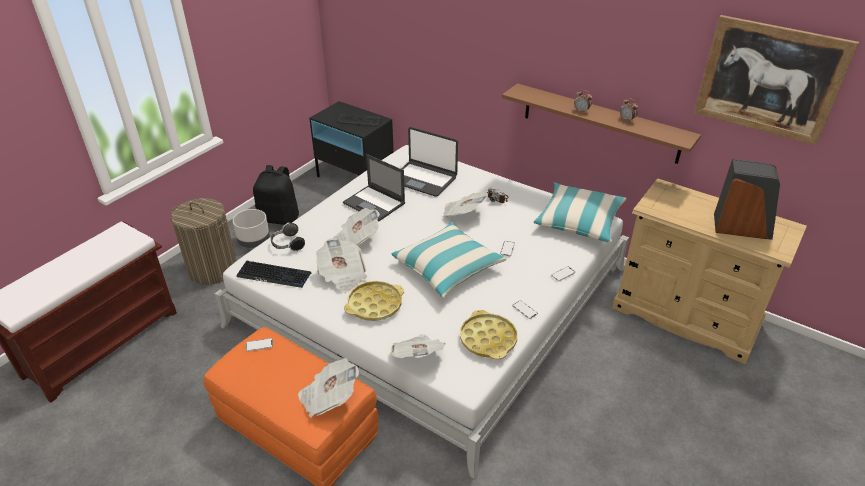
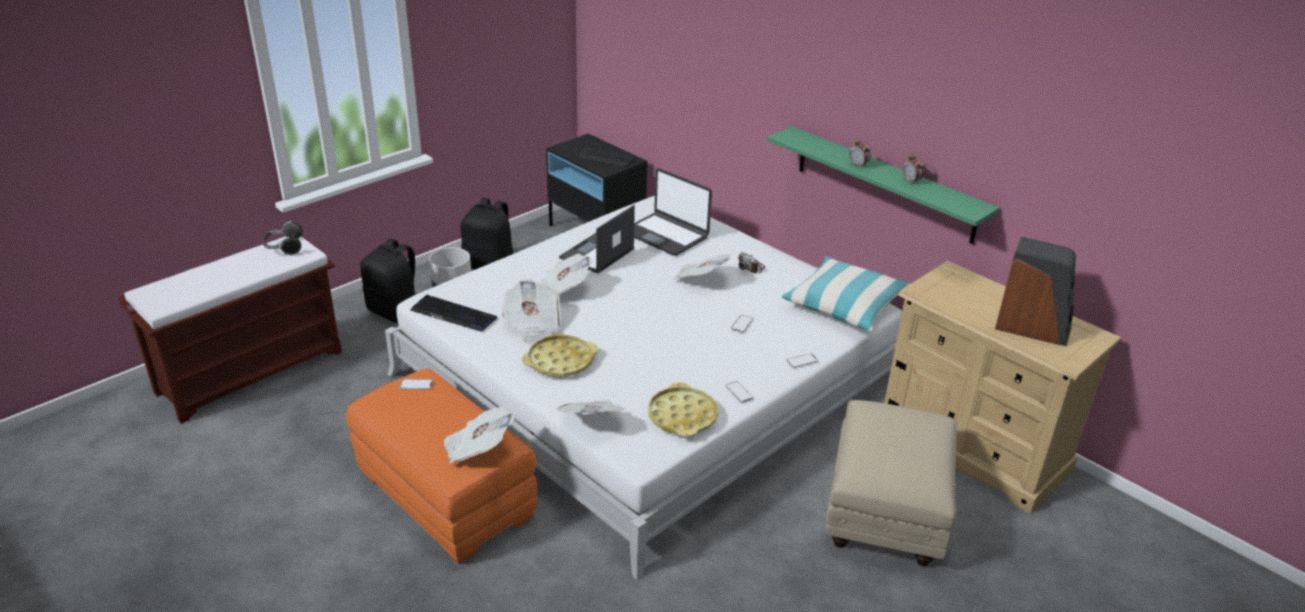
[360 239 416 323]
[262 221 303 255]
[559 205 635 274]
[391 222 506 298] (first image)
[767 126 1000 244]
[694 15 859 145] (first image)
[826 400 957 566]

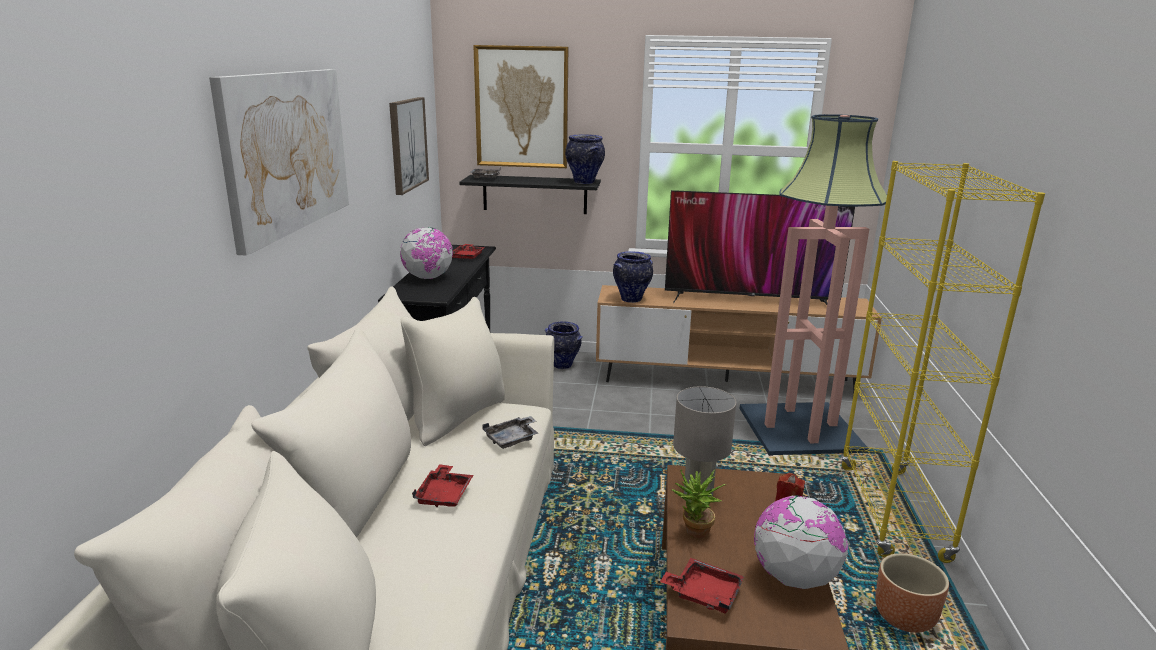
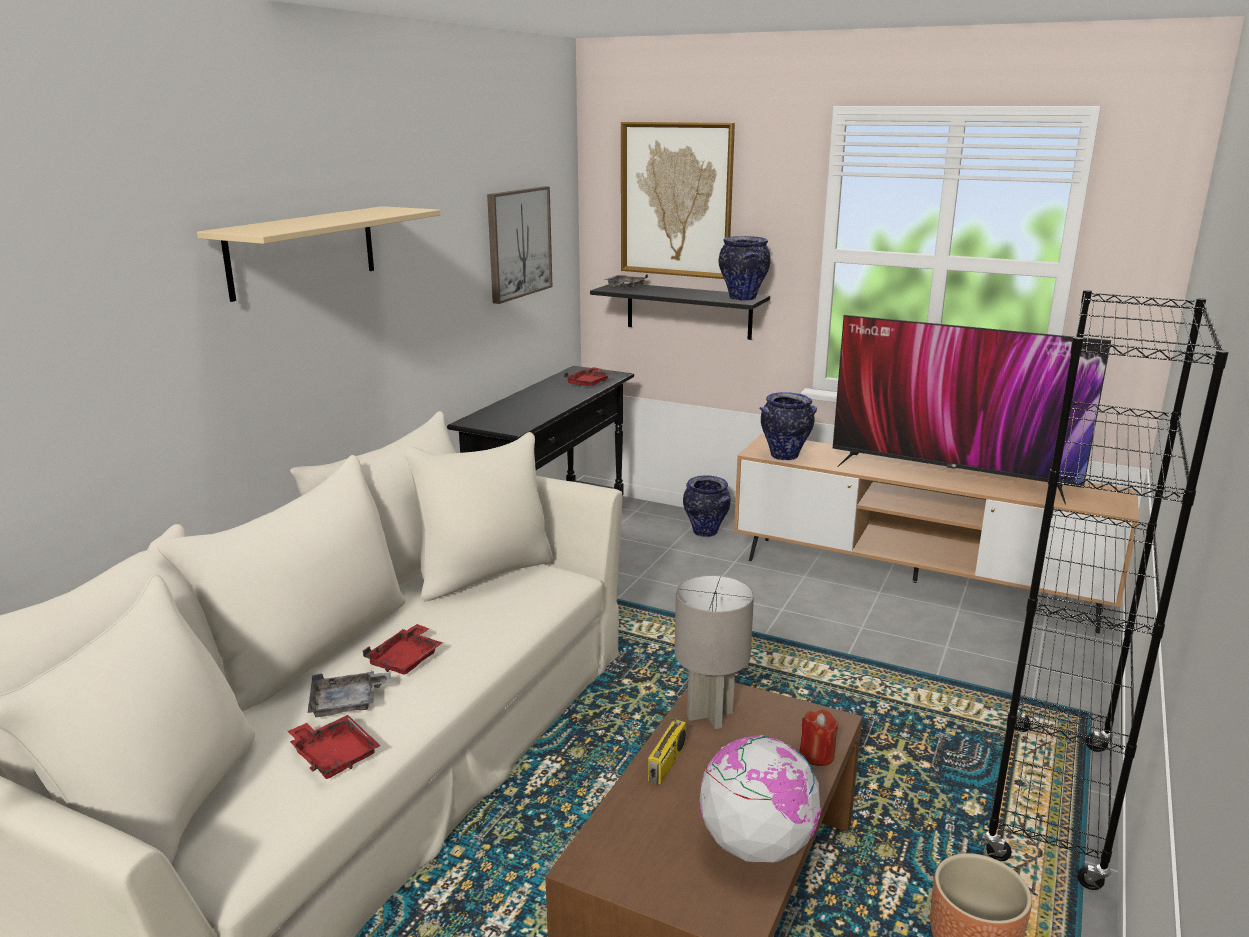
[197 206 440 302]
[400 227 453 279] (first image)
[308 671 391 717]
[288 715 380 779]
[648 715 686 784]
[740 114 887 455] (first image)
[984 290 1229 890]

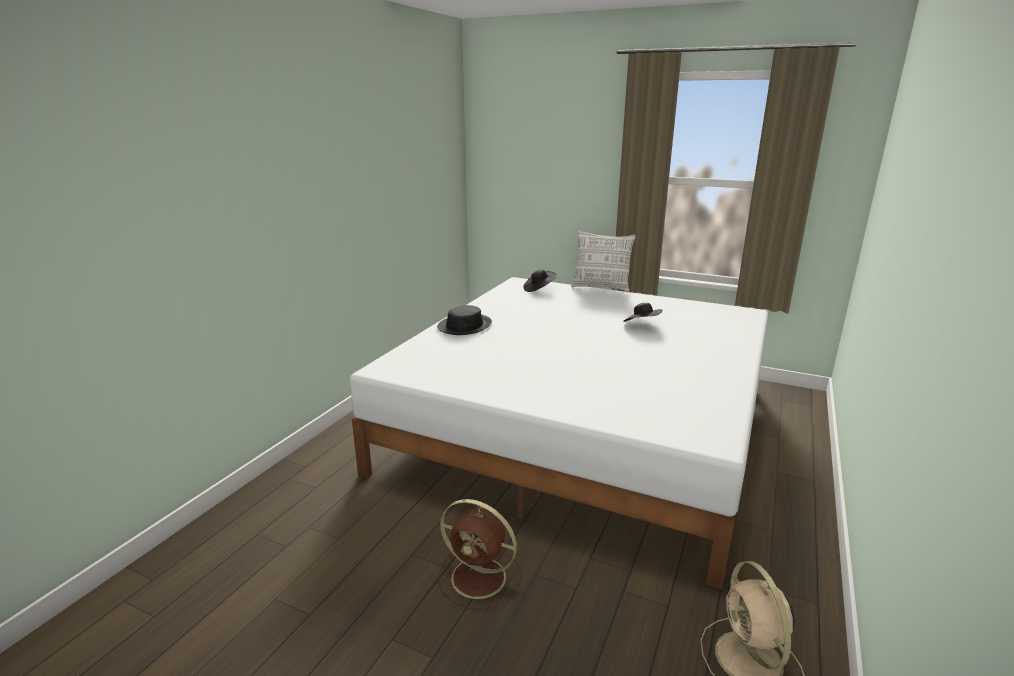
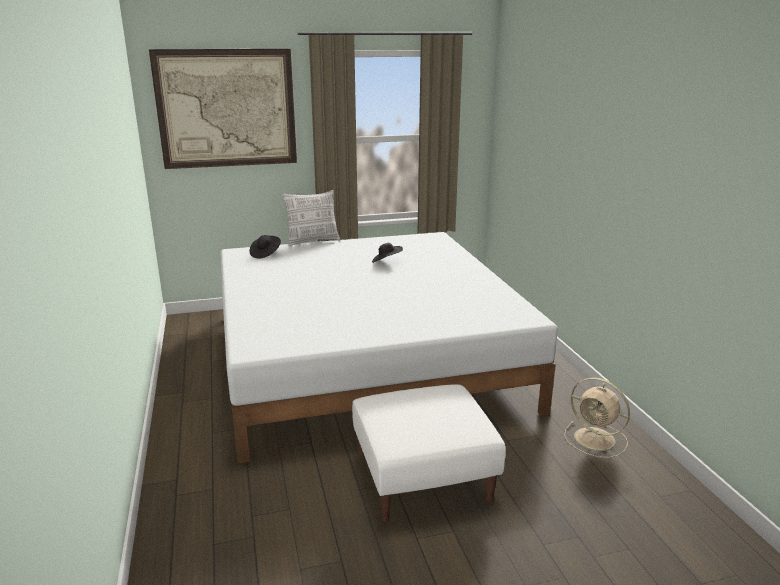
[437 305 492 335] (first image)
[352 384 505 522]
[149 49 297 169]

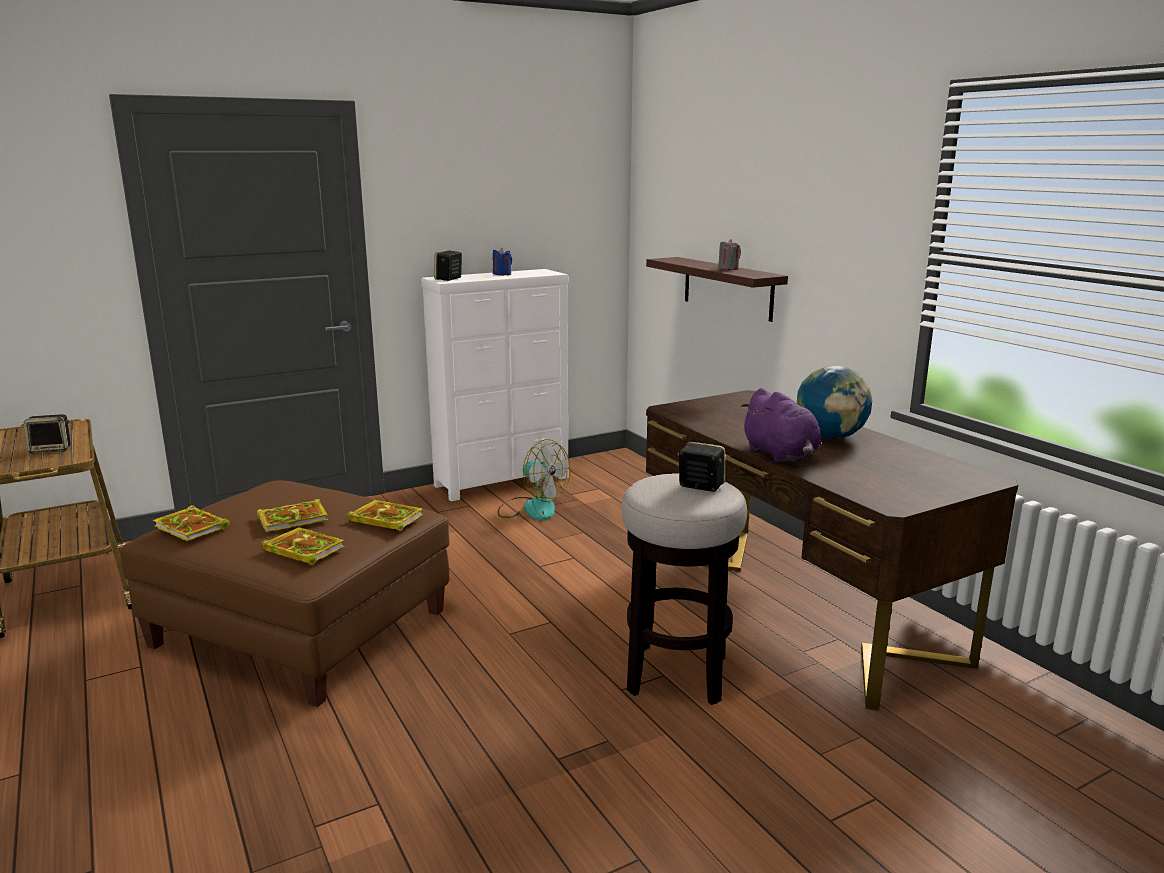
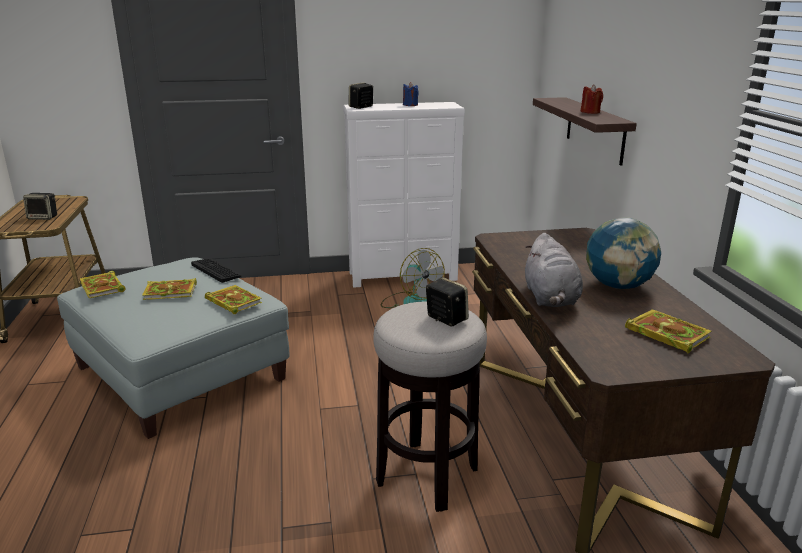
[57 257 290 439]
[625 309 711 353]
[581 84 603 114]
[525 233 583 307]
[191 259 241 283]

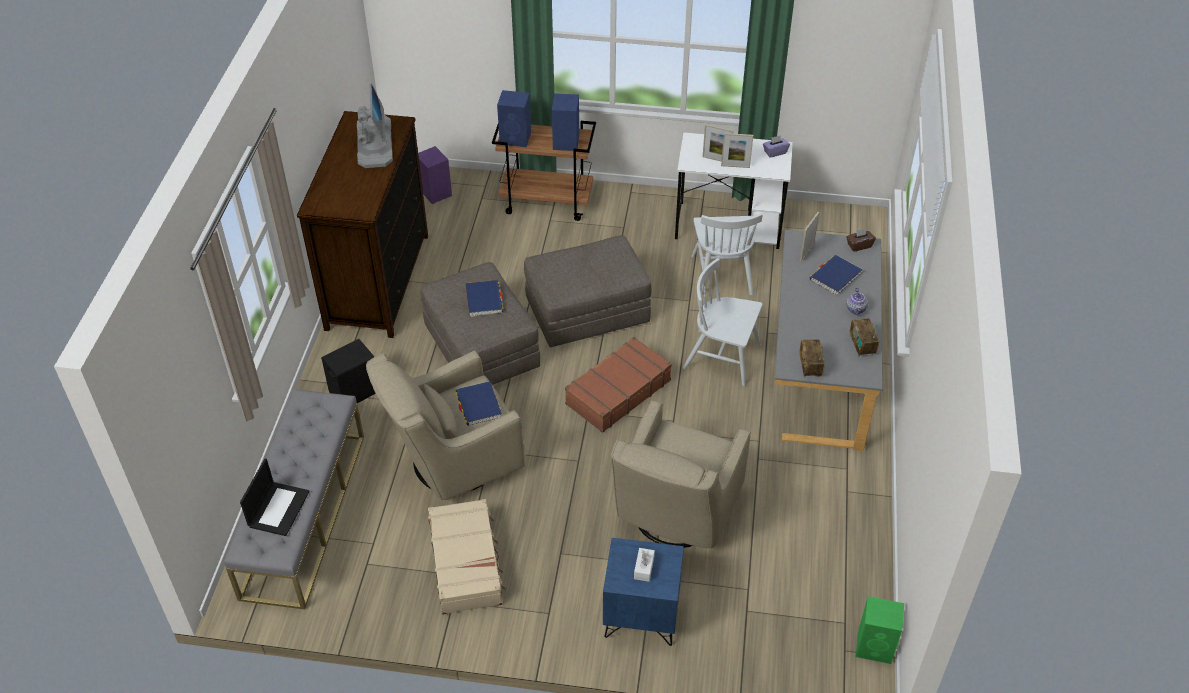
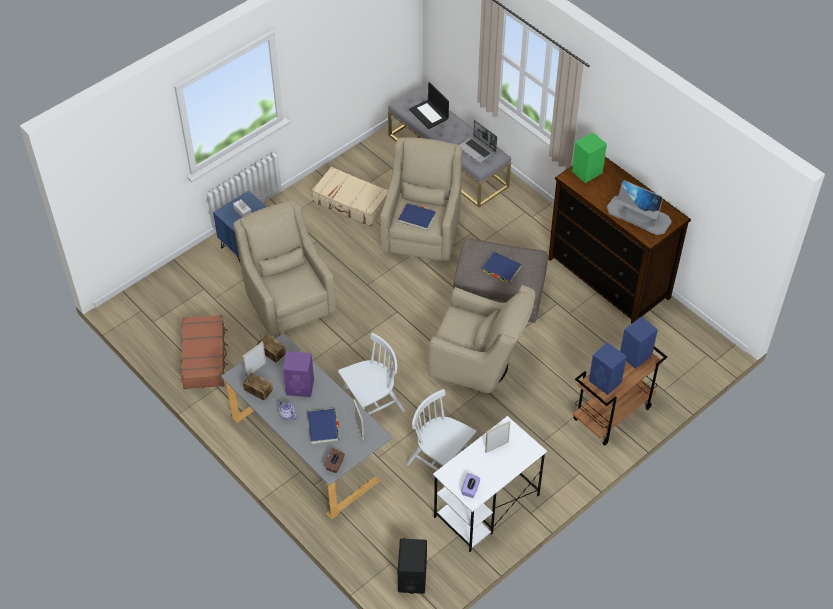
[398 538 427 594]
[283 351 314 397]
[428 285 535 393]
[180 315 228 389]
[243 342 266 377]
[572 132 607 183]
[459 120 497 163]

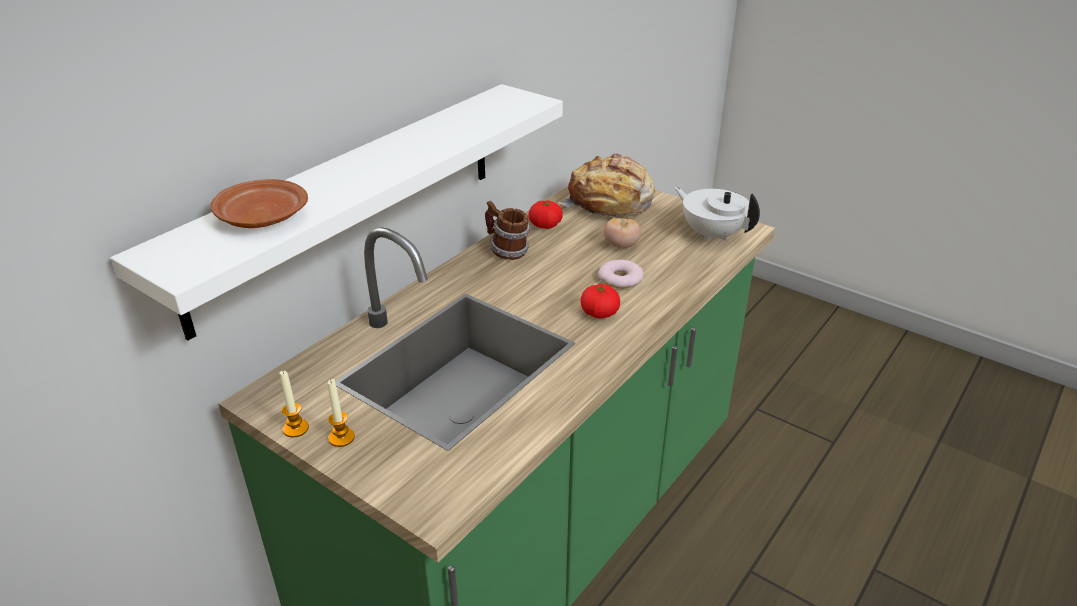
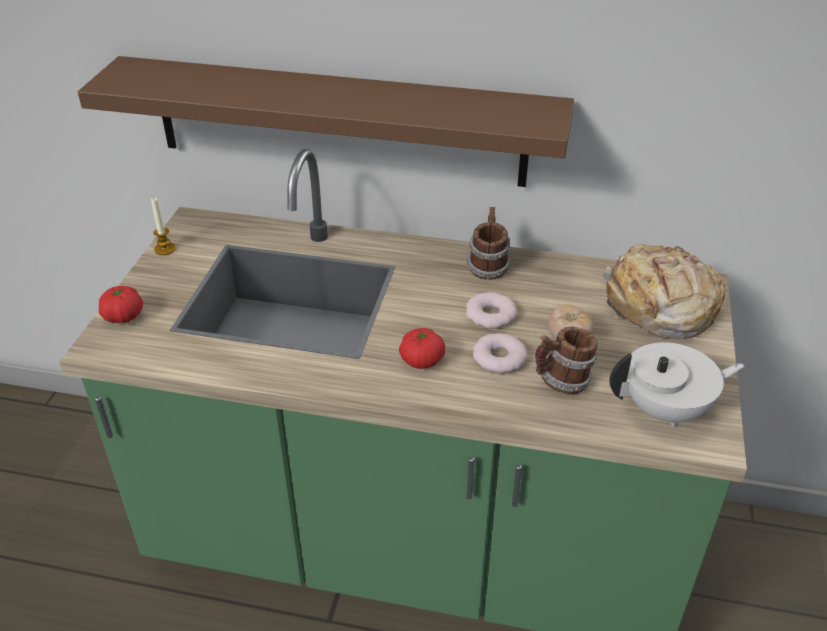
[78 56 574 187]
[210 179 308 228] (first image)
[328 379 355 447] (first image)
[99 286 143 323]
[609 342 745 428]
[466 292 517 329]
[535 327 598 394]

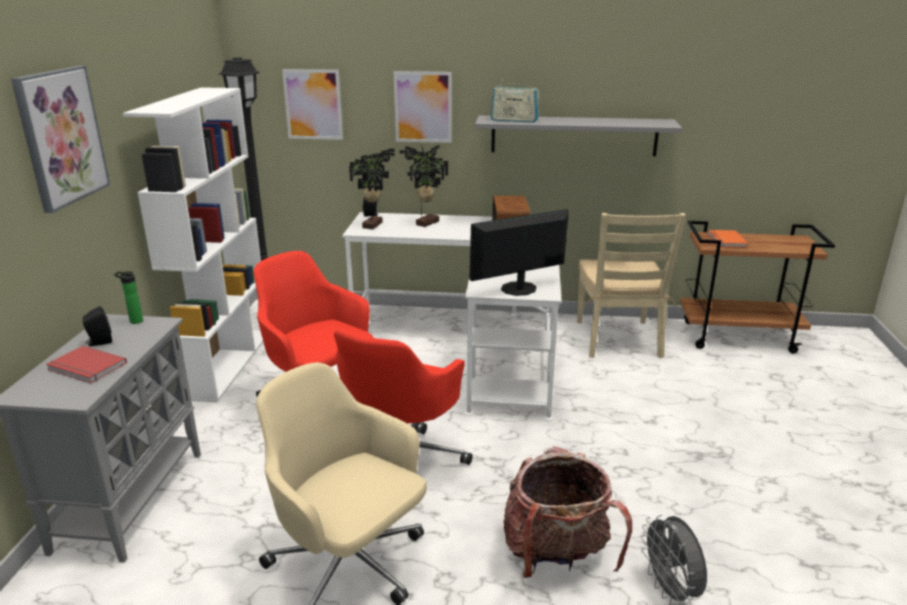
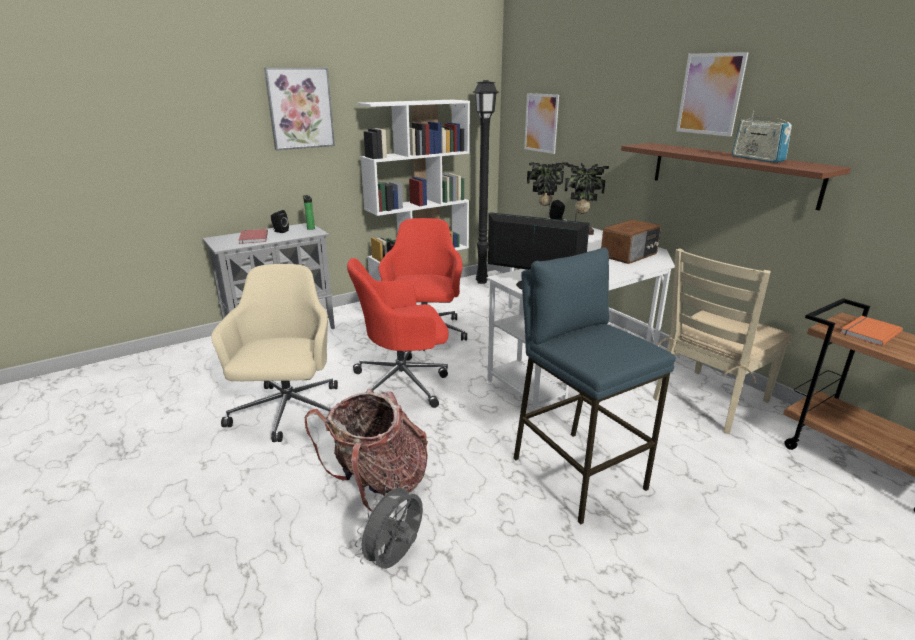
[676 52 749 137]
[621 143 851 211]
[732 111 792 163]
[514 247 676 525]

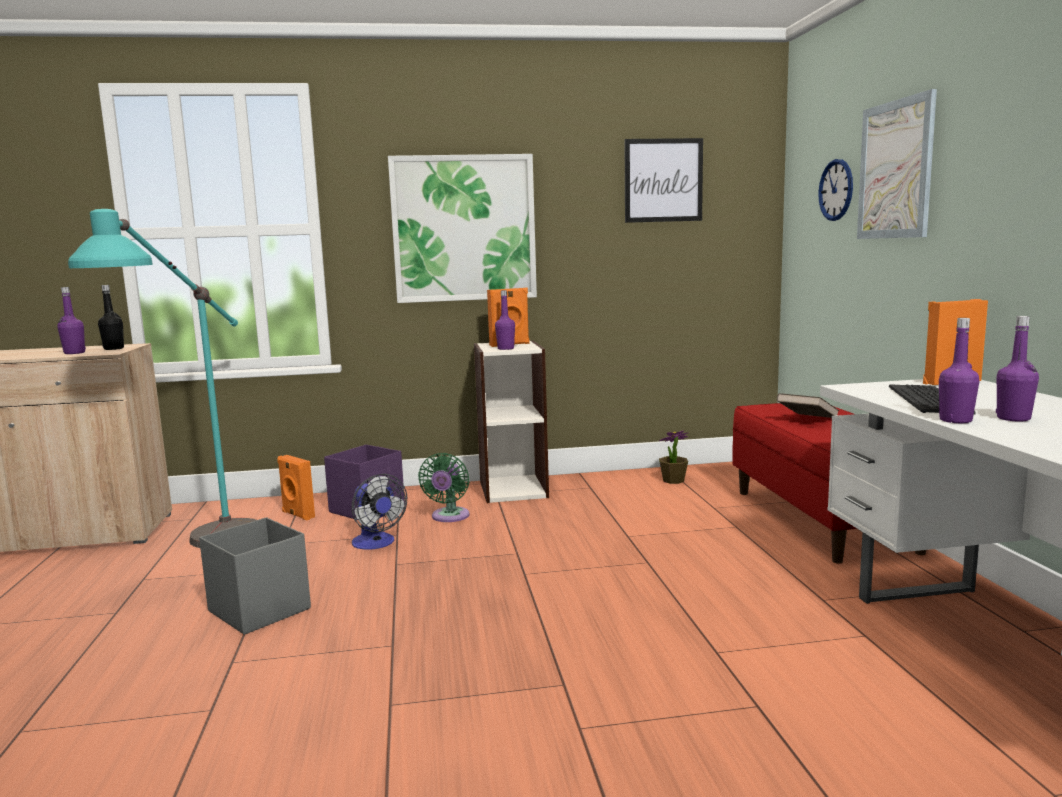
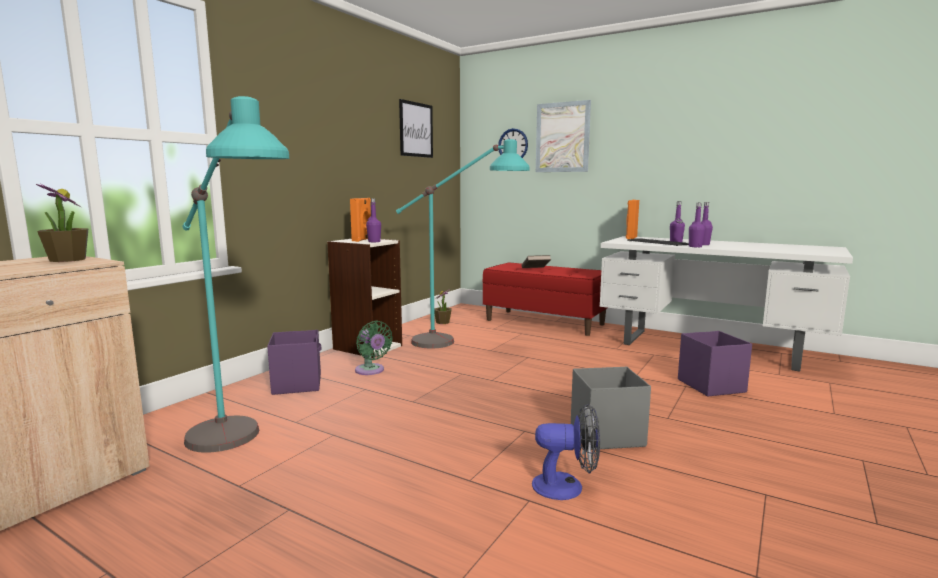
[670 201 685 242]
[36 184 89 262]
[571 367 651 450]
[277 455 315 521] (first image)
[532 404 600 500]
[388 154 537 303] (first image)
[396 139 530 349]
[678 331 752 396]

